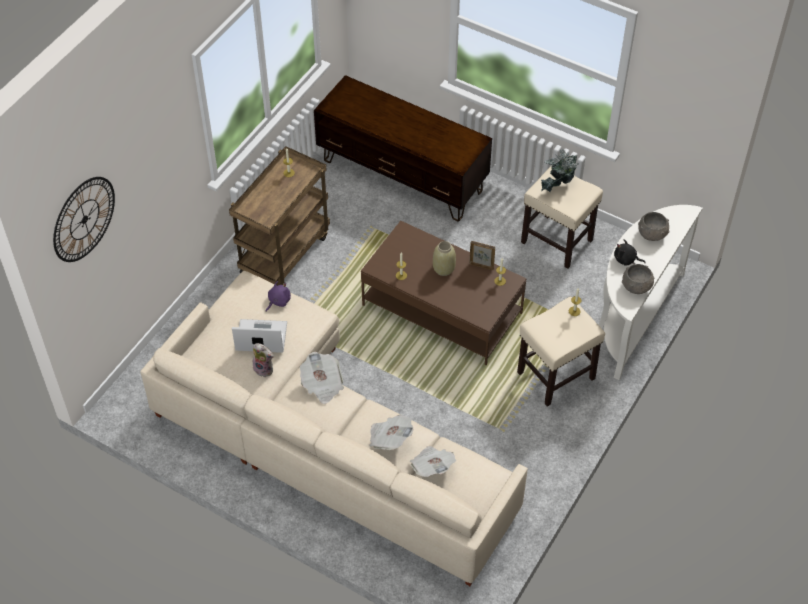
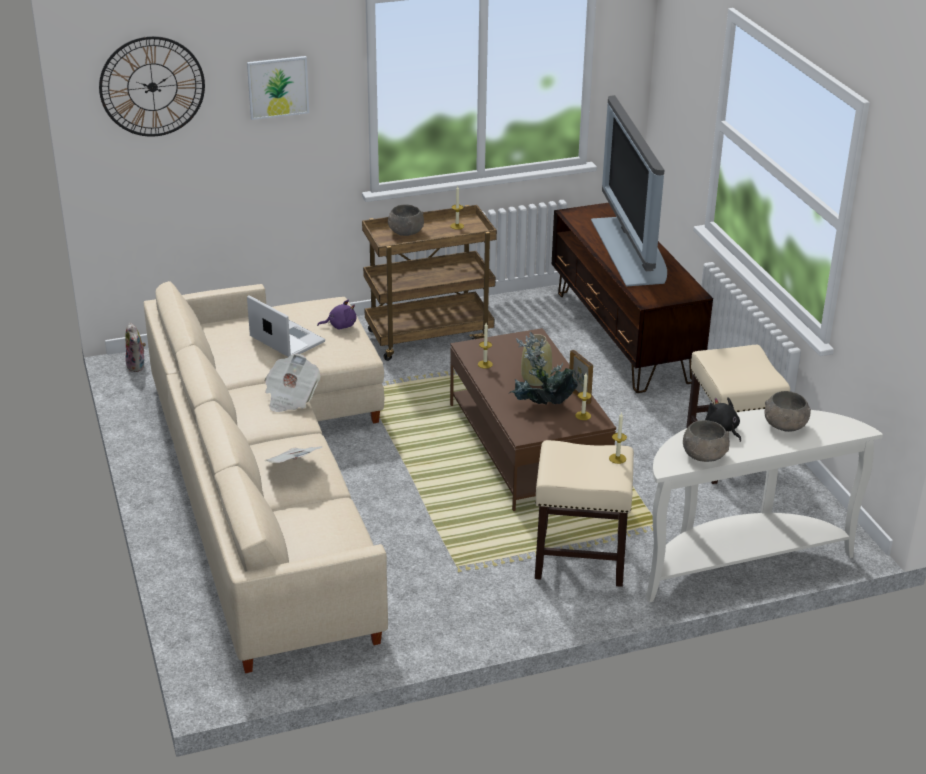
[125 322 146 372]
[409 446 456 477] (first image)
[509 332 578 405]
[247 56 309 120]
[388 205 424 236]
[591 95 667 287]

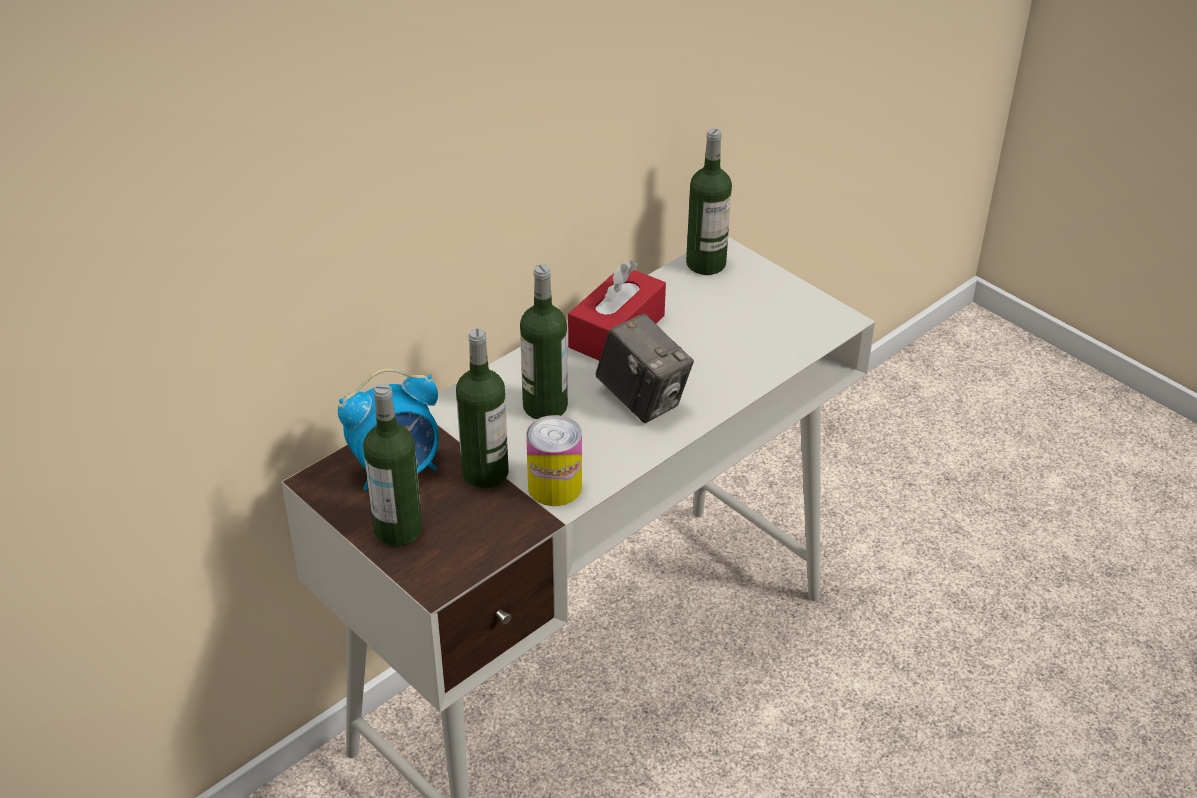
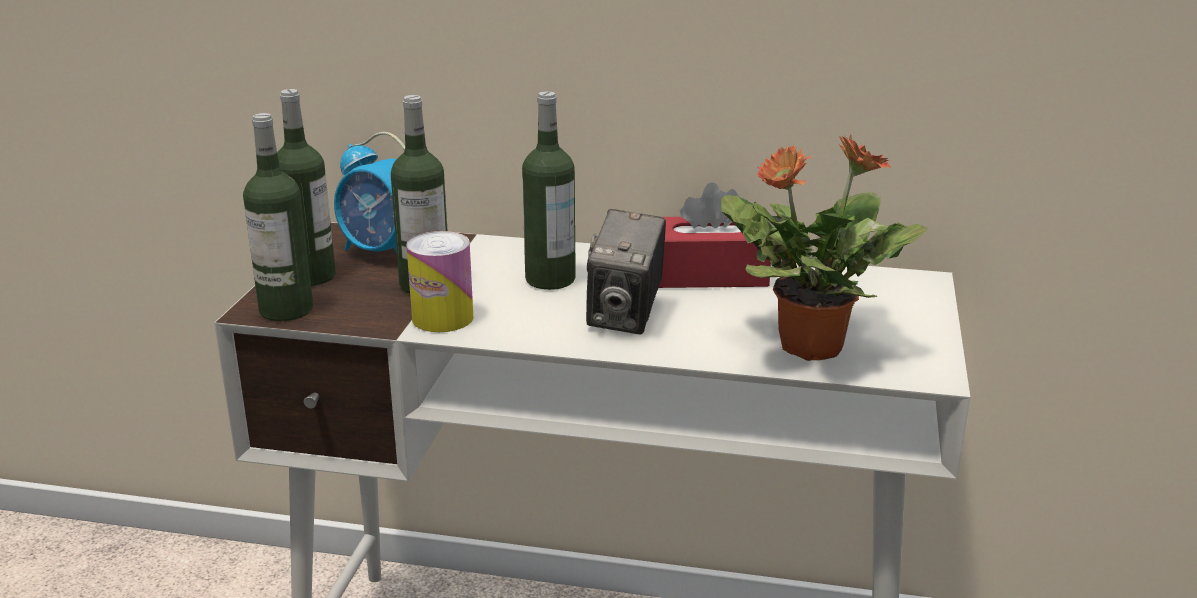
[243 113 313 321]
[721 133 928 361]

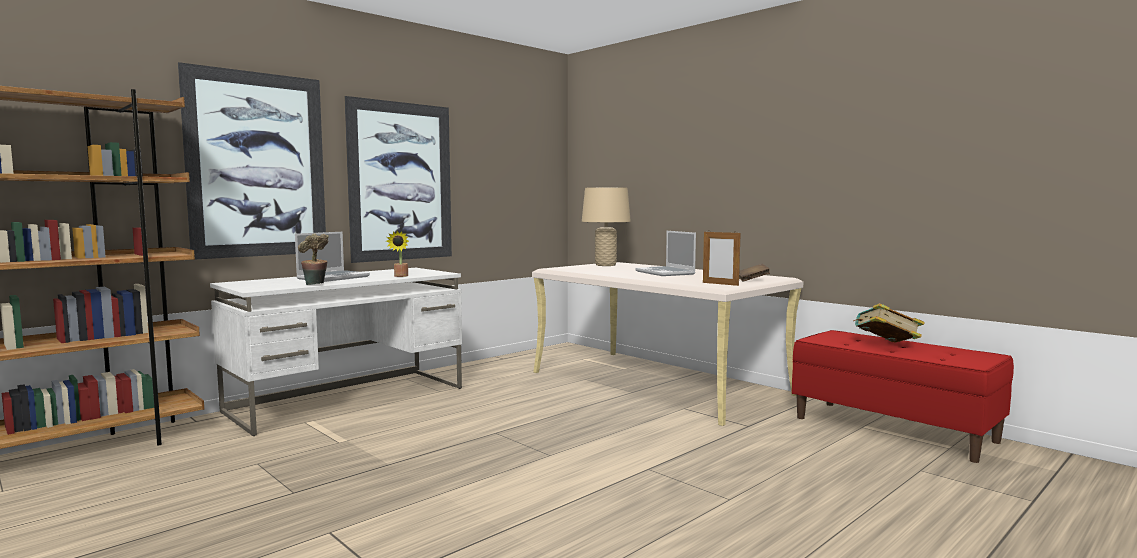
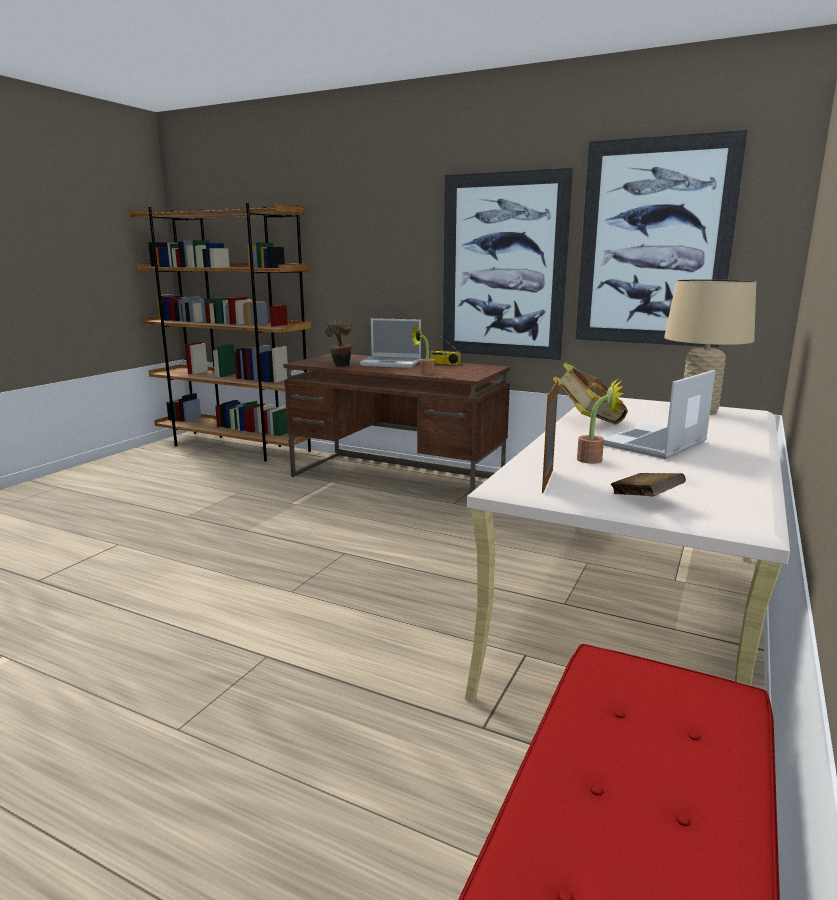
[576 130 748 347]
[283 353 511 509]
[553 363 628 424]
[429 334 460 365]
[577 378 623 464]

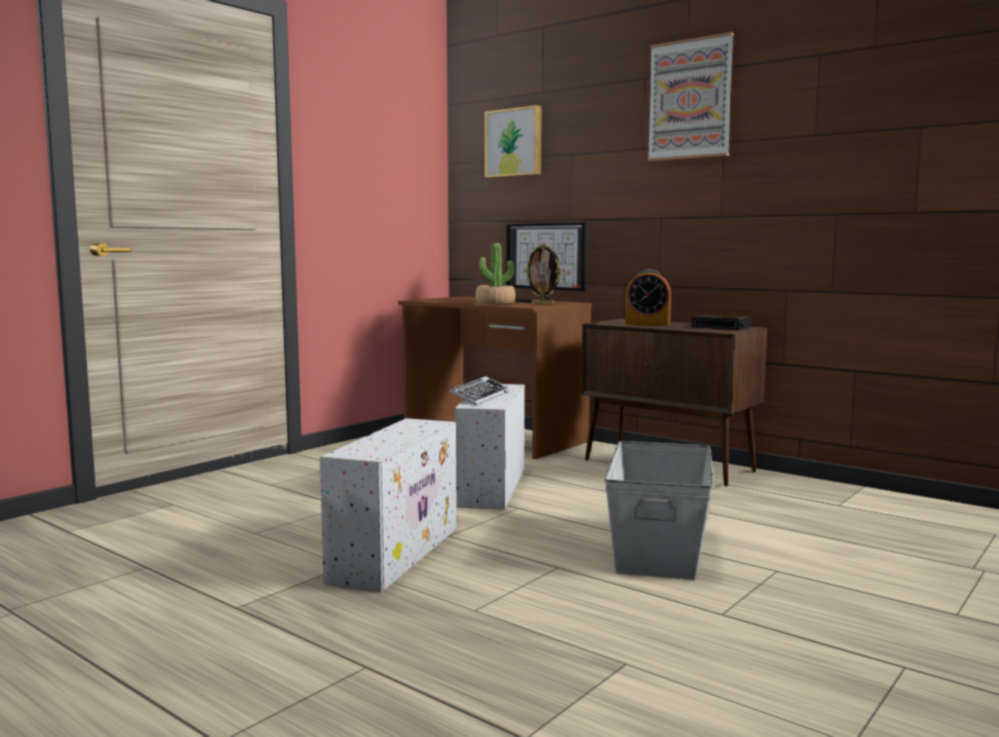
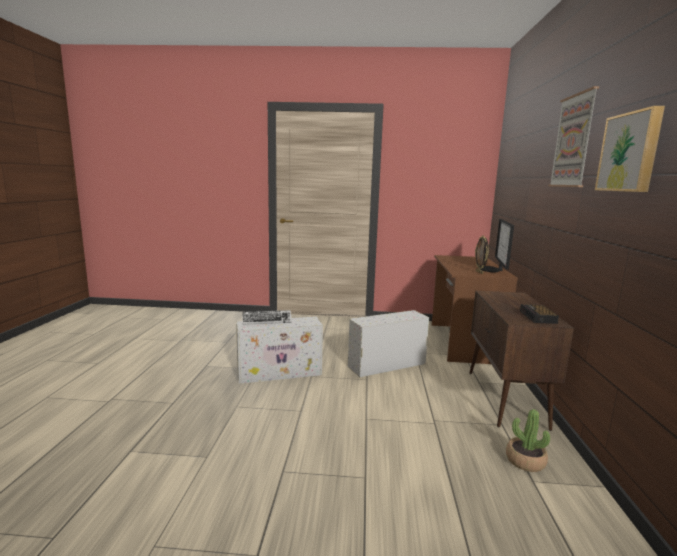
[242 310 292 325]
[506 409 550 472]
[595 106 665 192]
[604 441 714 580] (first image)
[625 269 671 326] (first image)

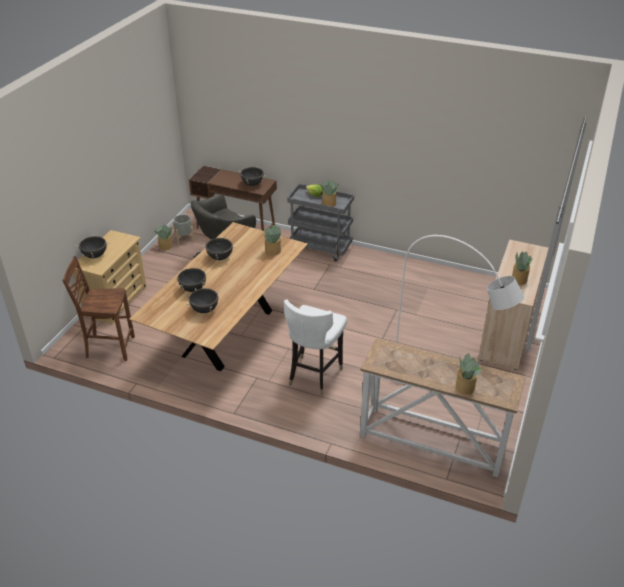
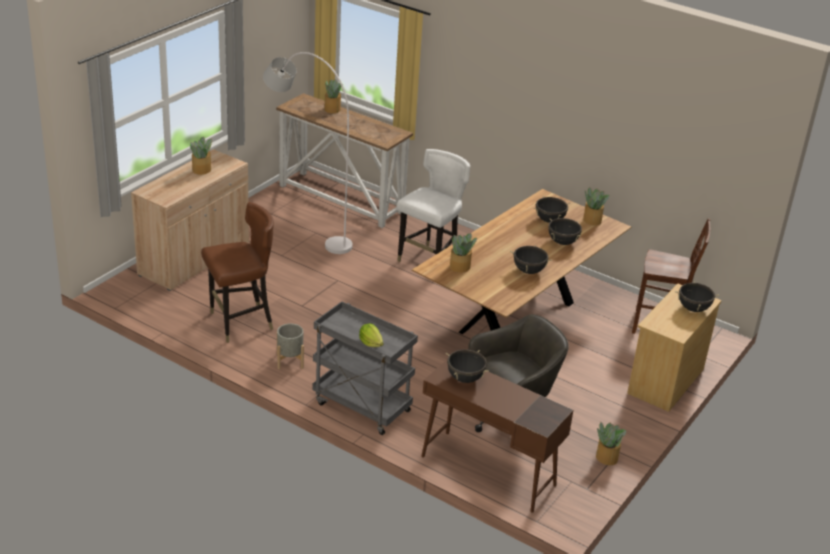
[277 324 304 369]
[583 187 609 226]
[201 202 274 343]

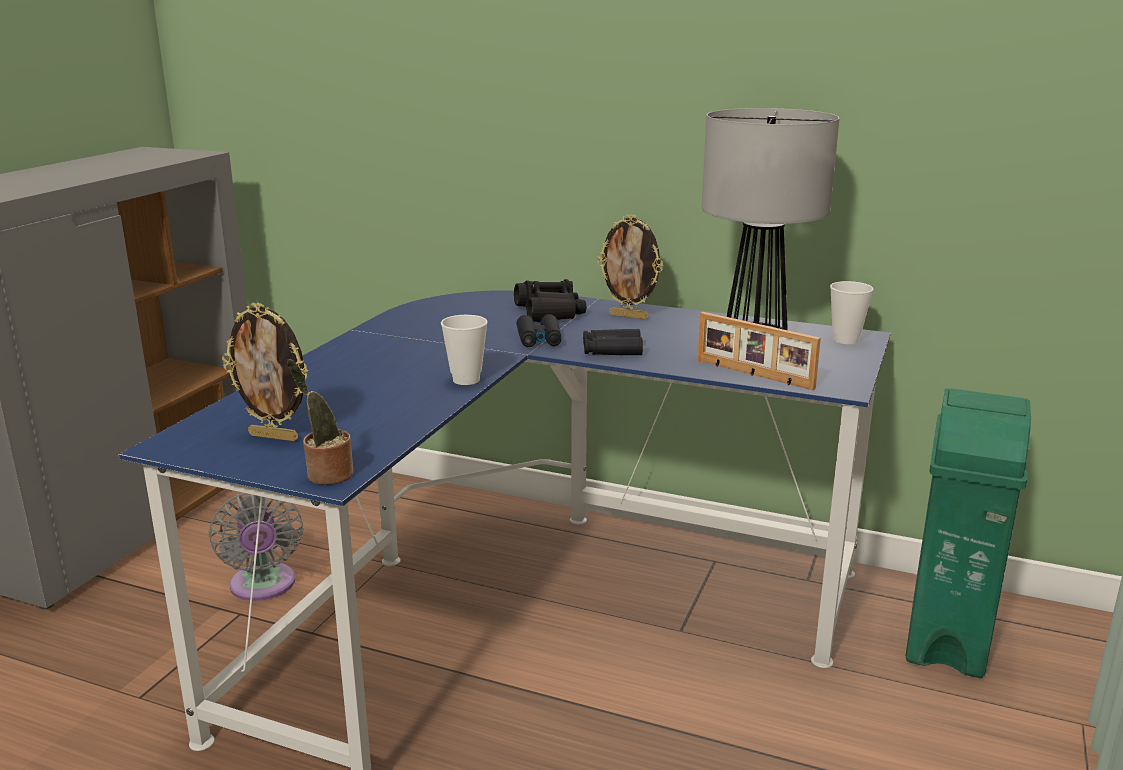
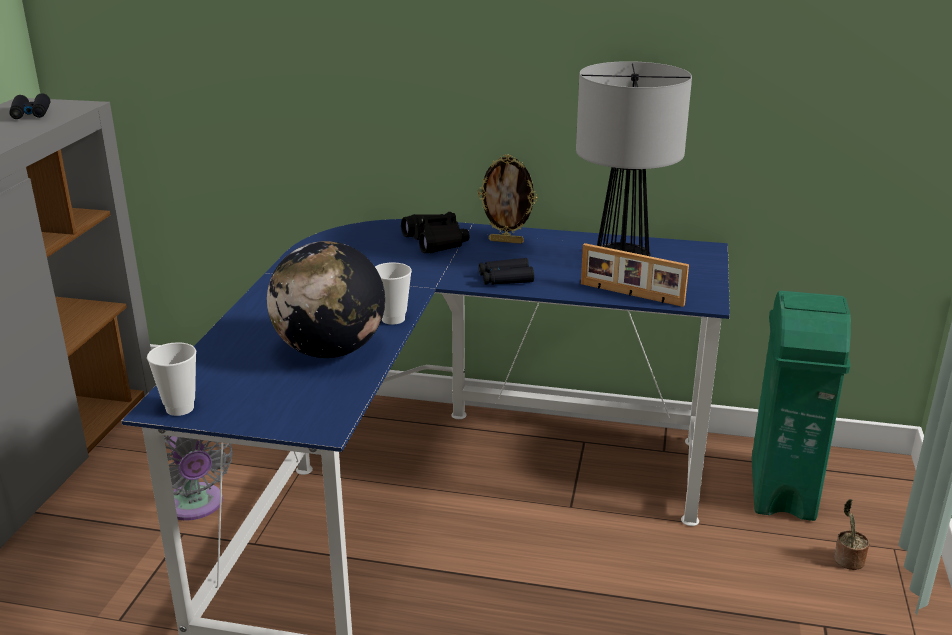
[222 303 308 441] (first image)
[834 499 869 570]
[10 93 50 119]
[147 342 196 416]
[267 241 385 358]

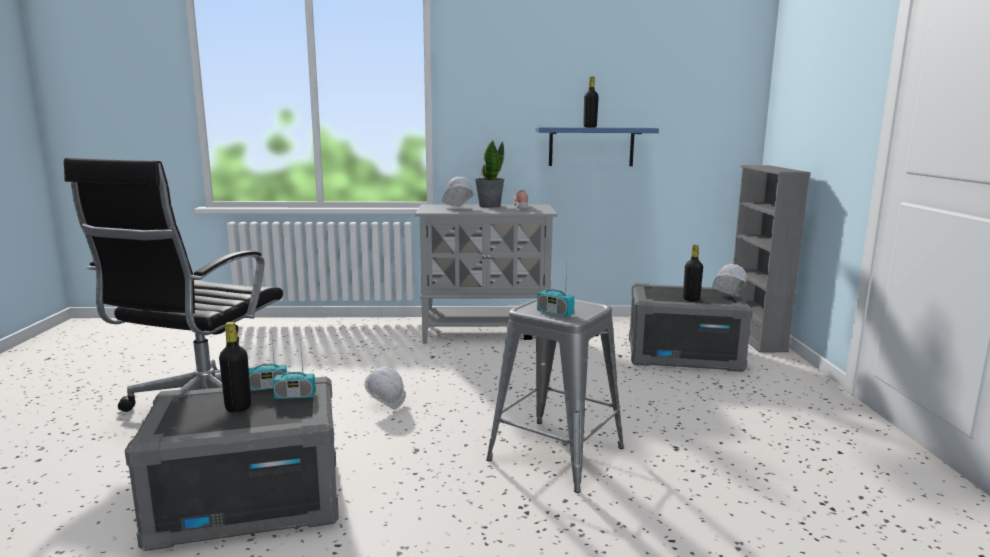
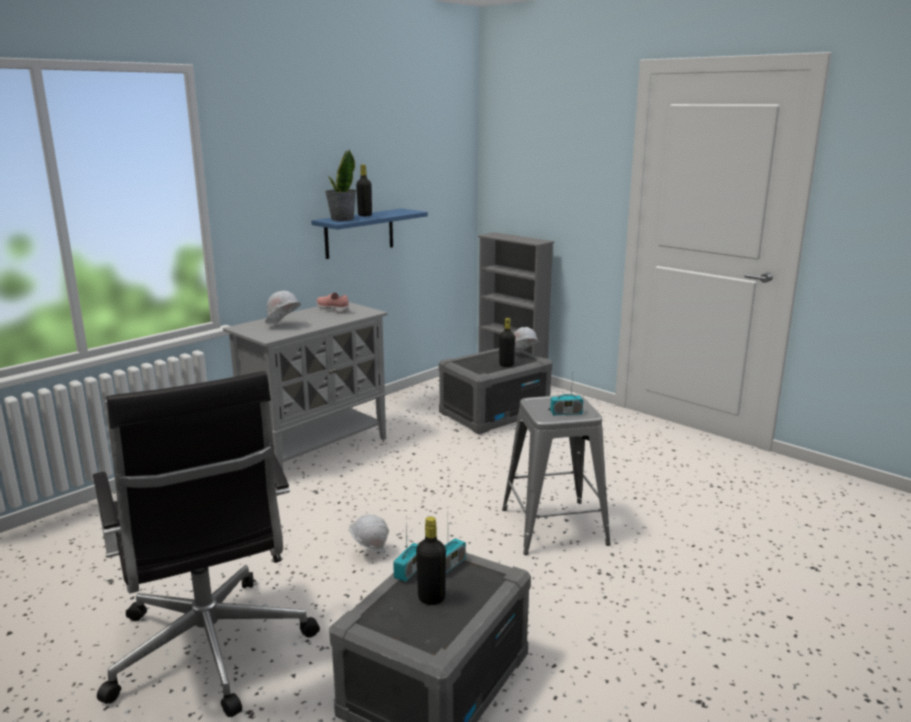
[325 149 356 221]

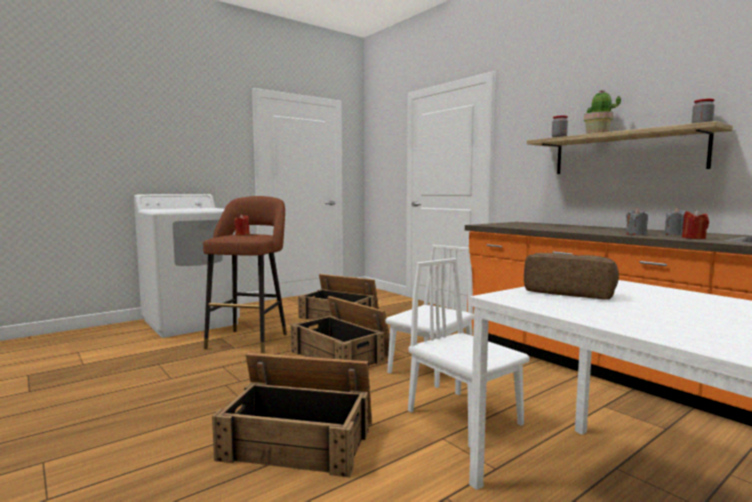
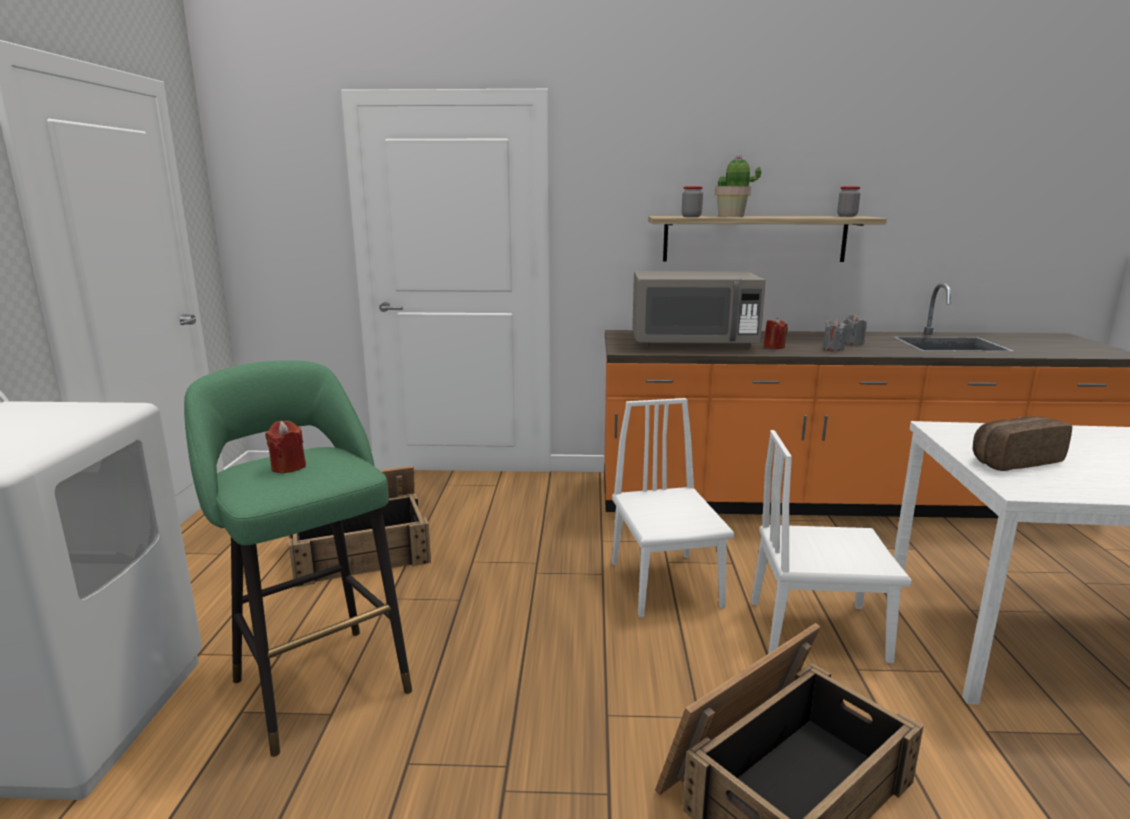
[184 360 412 757]
[290 296 390 366] (first image)
[764 317 788 349]
[632 271 766 348]

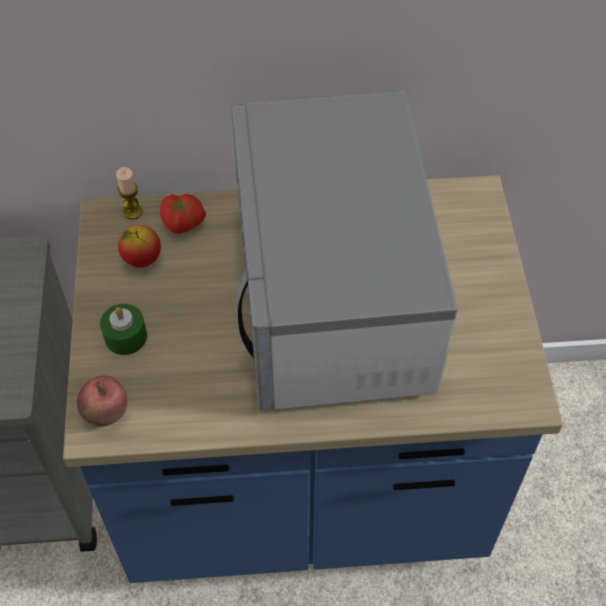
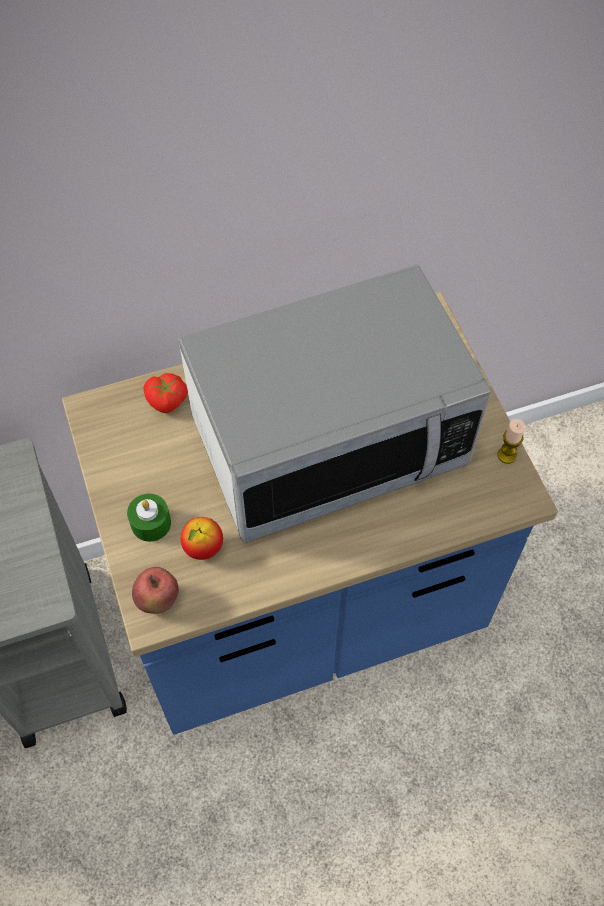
[497 419 525 464]
[181 517 223 560]
[179 264 491 543]

